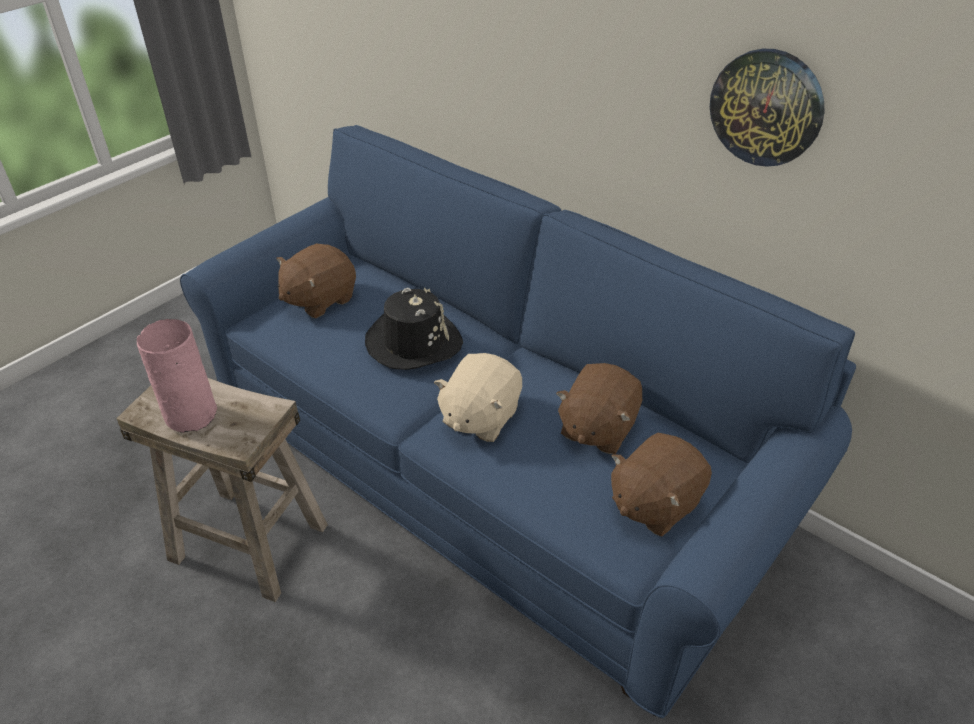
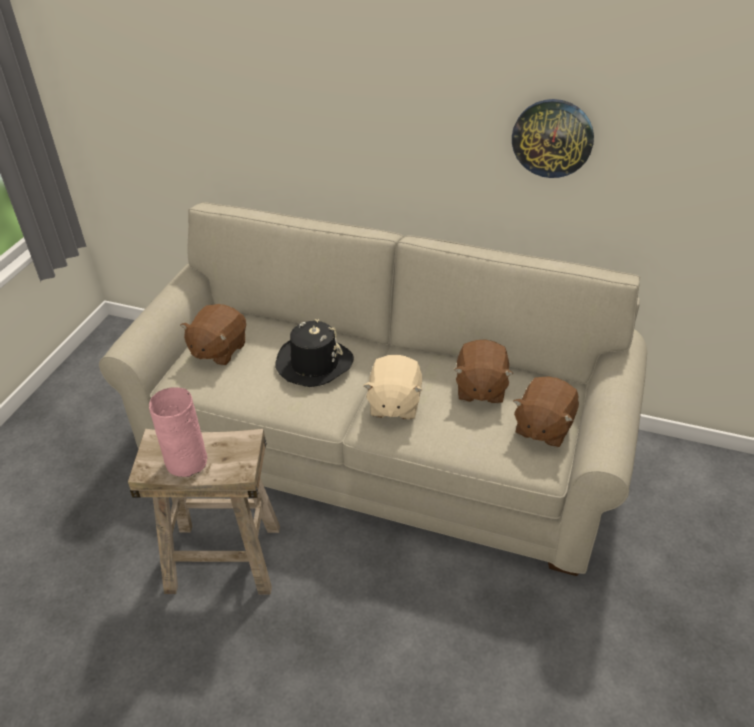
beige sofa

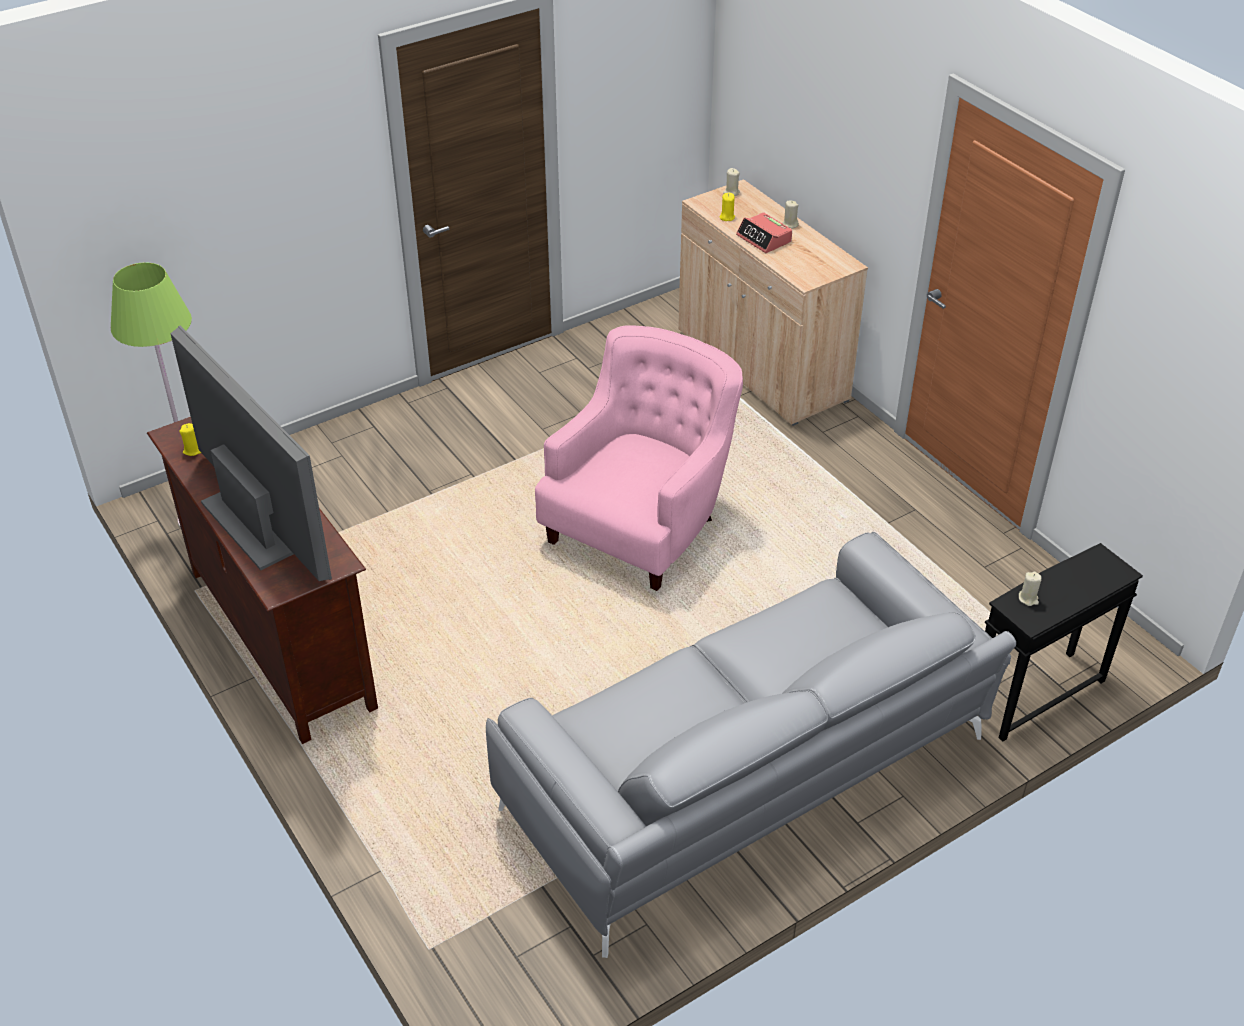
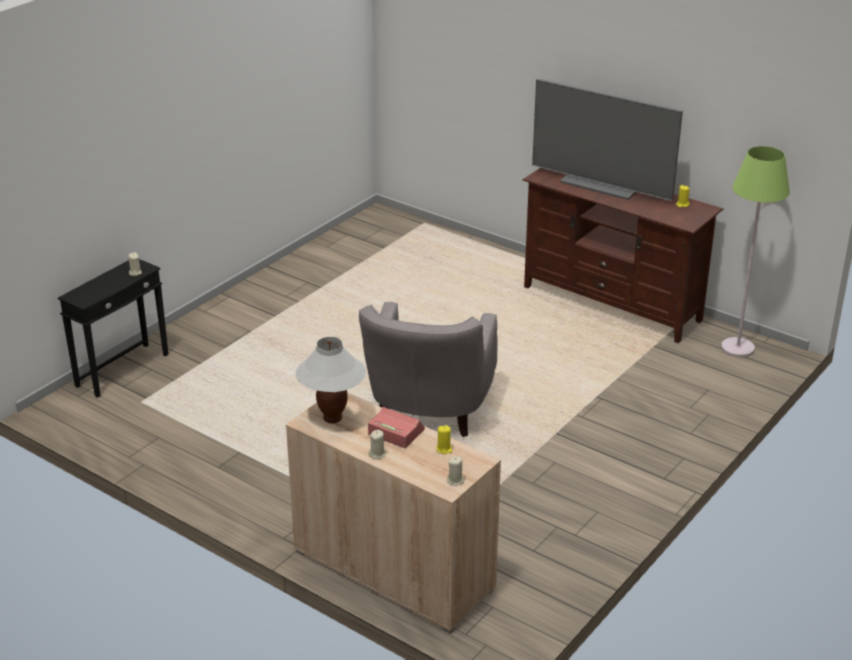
grey armchair
grey sofa
white table lamp

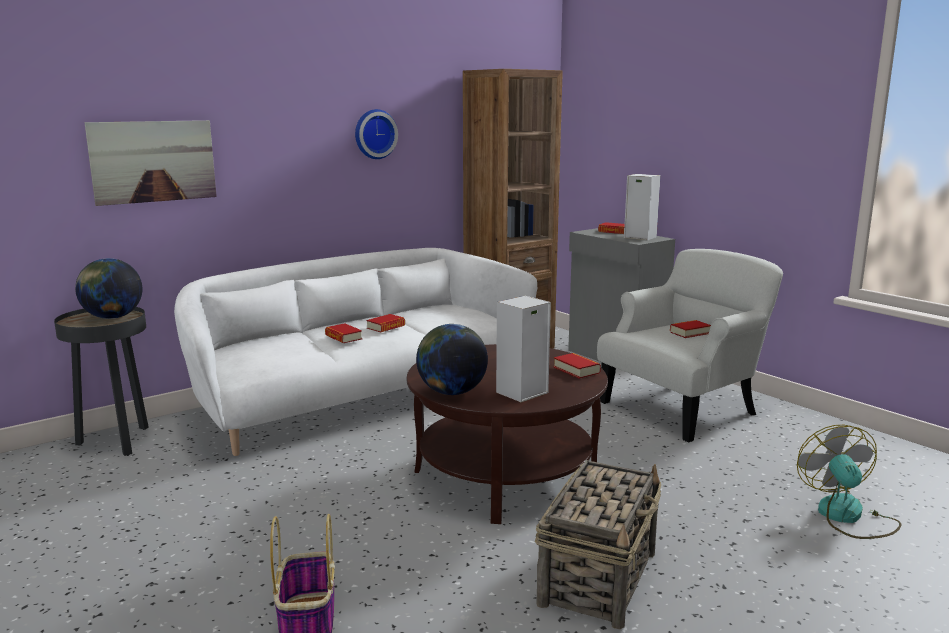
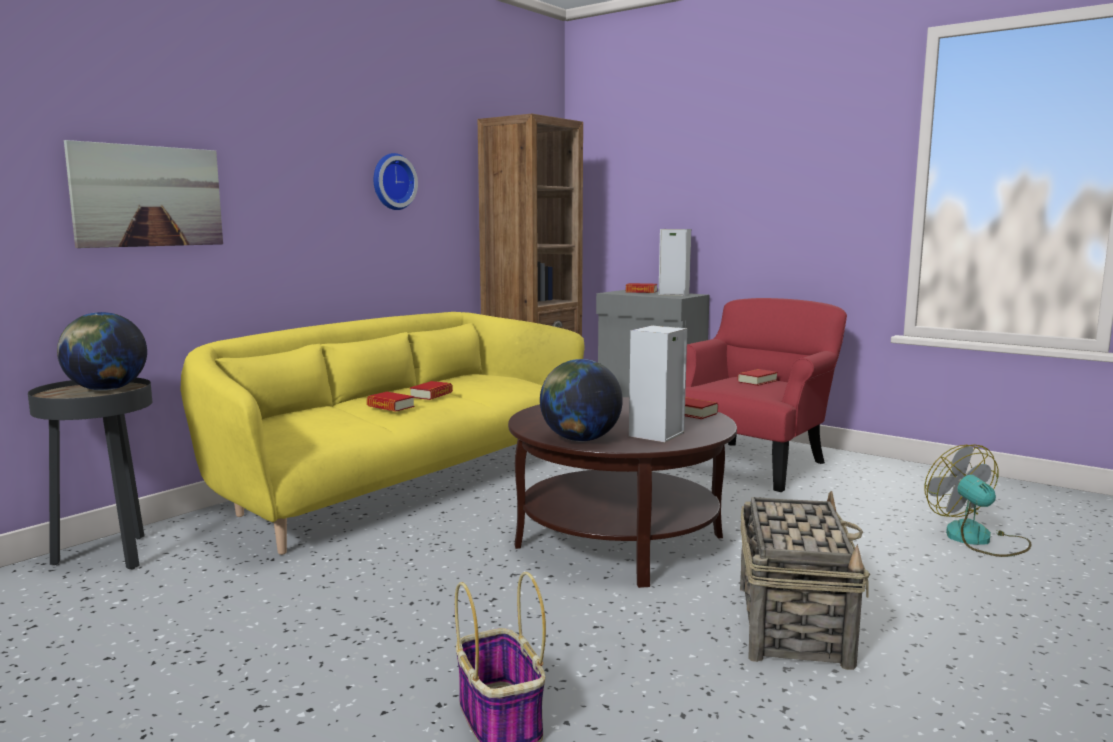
yellow sofa
red armchair

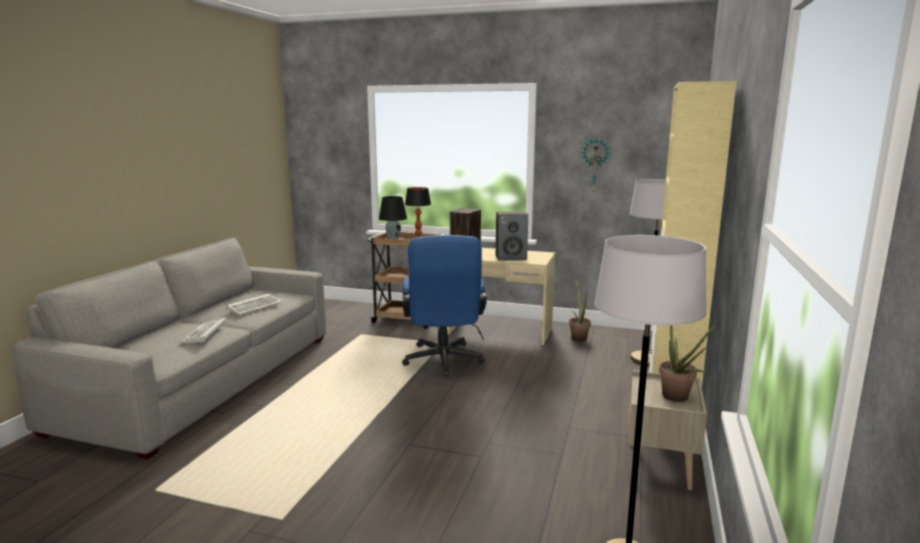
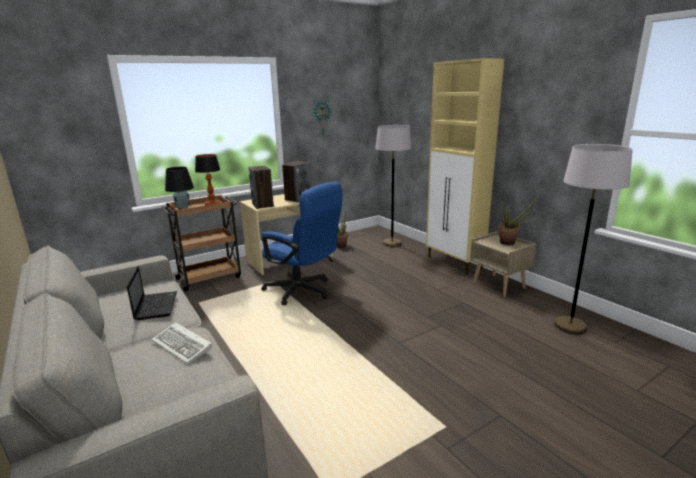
laptop

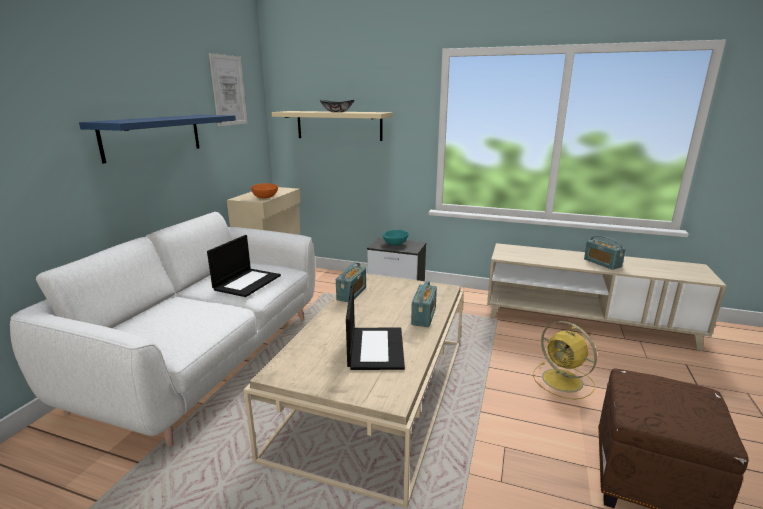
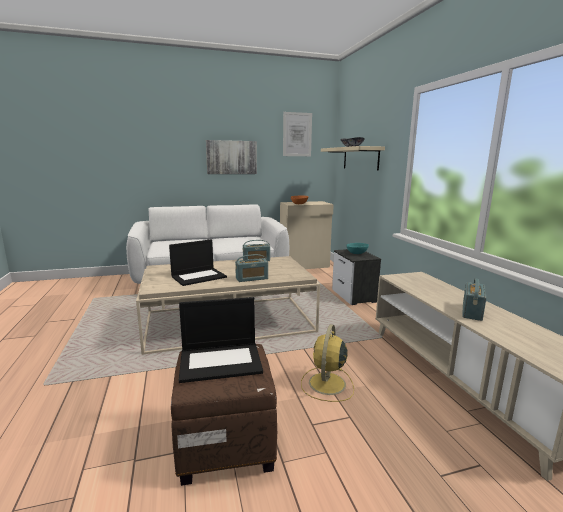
picture (no. 1 from left)
laptop (no. 2 from left)

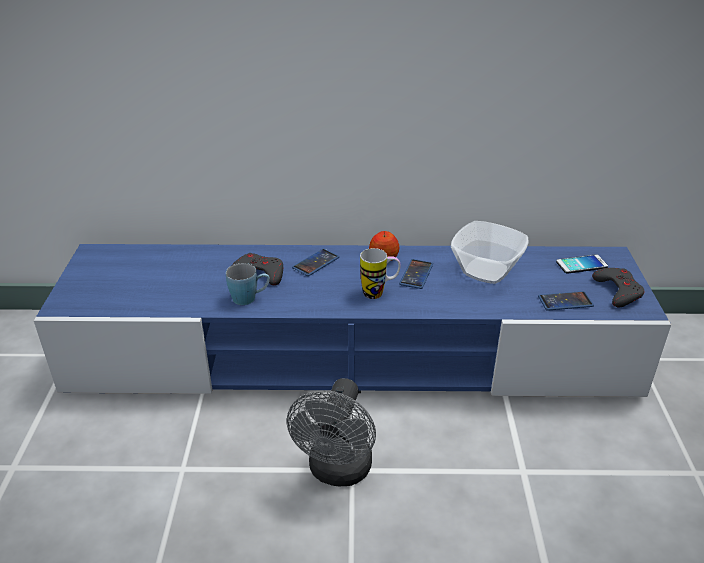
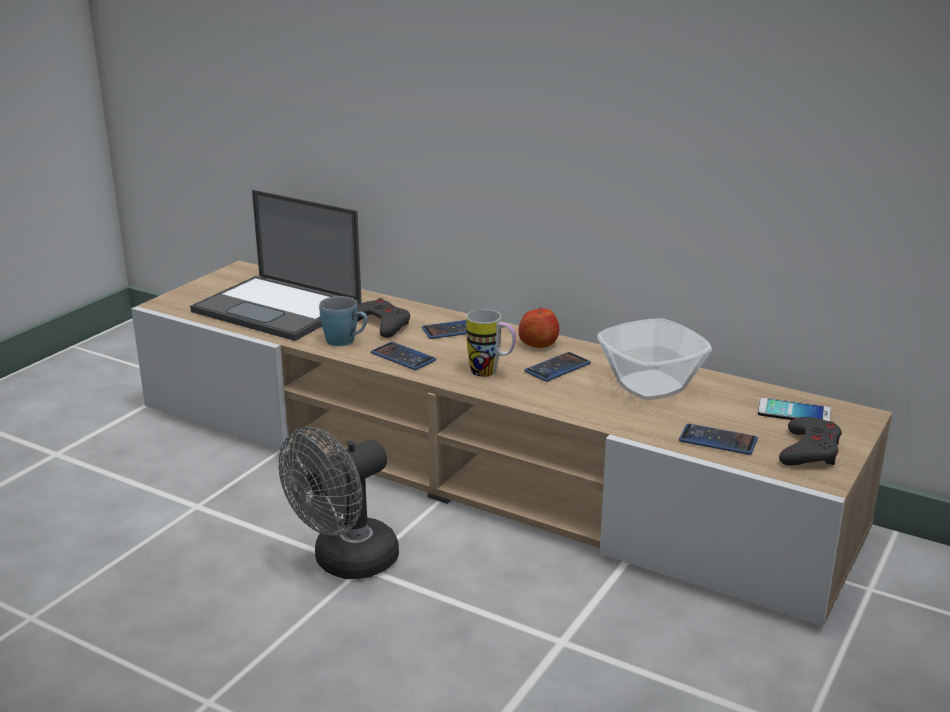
beige tv stand
laptop
phone (no. 1 from left)

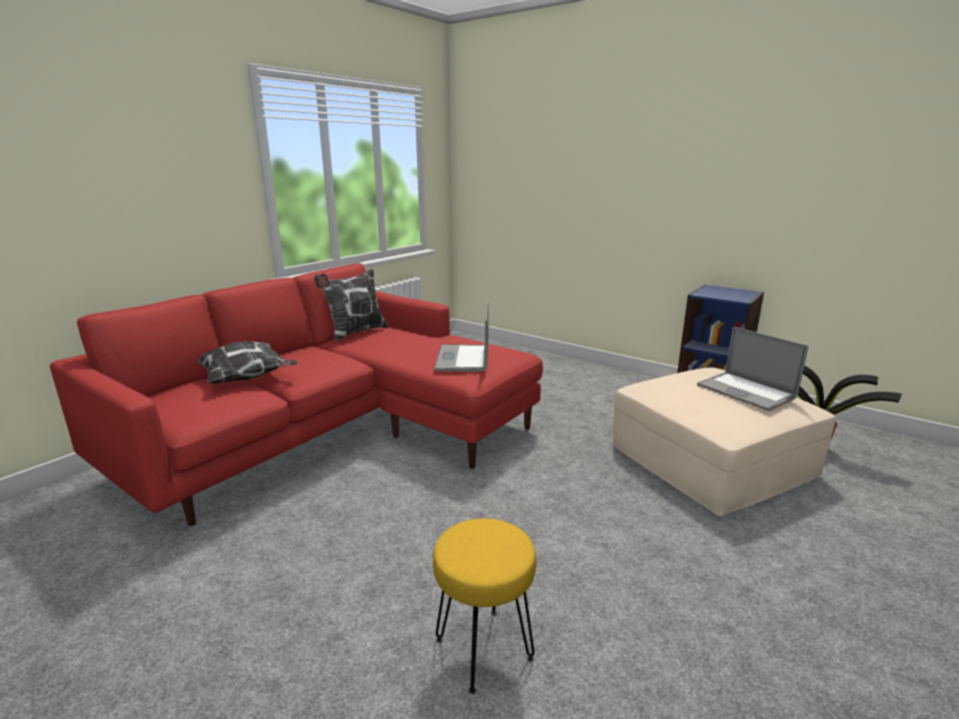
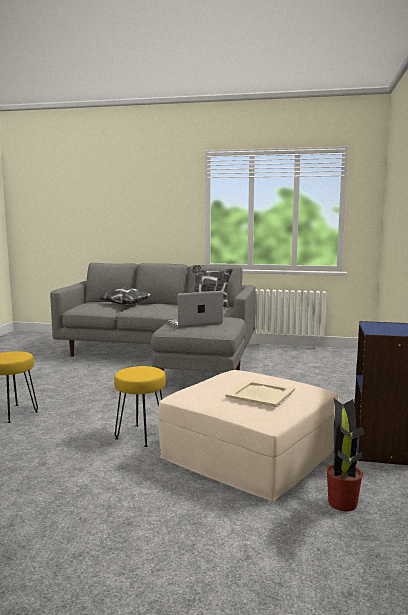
grey sofa
beige tray
yellow stool (no. 2 from left)

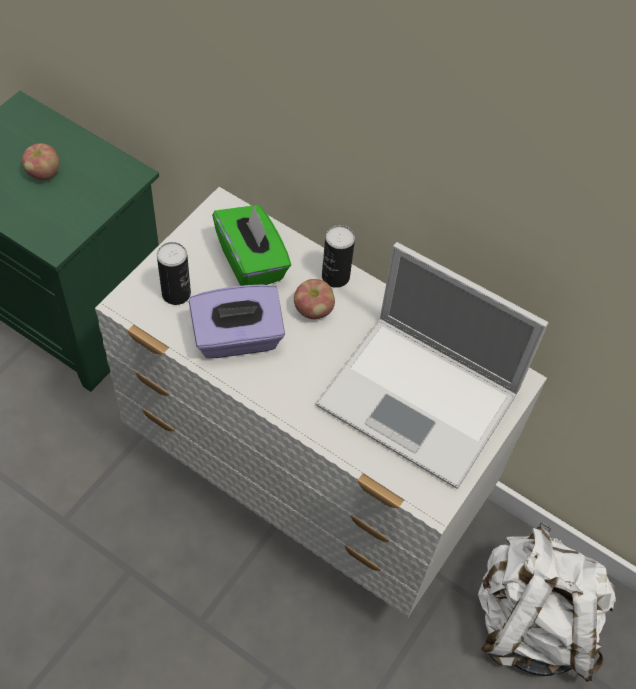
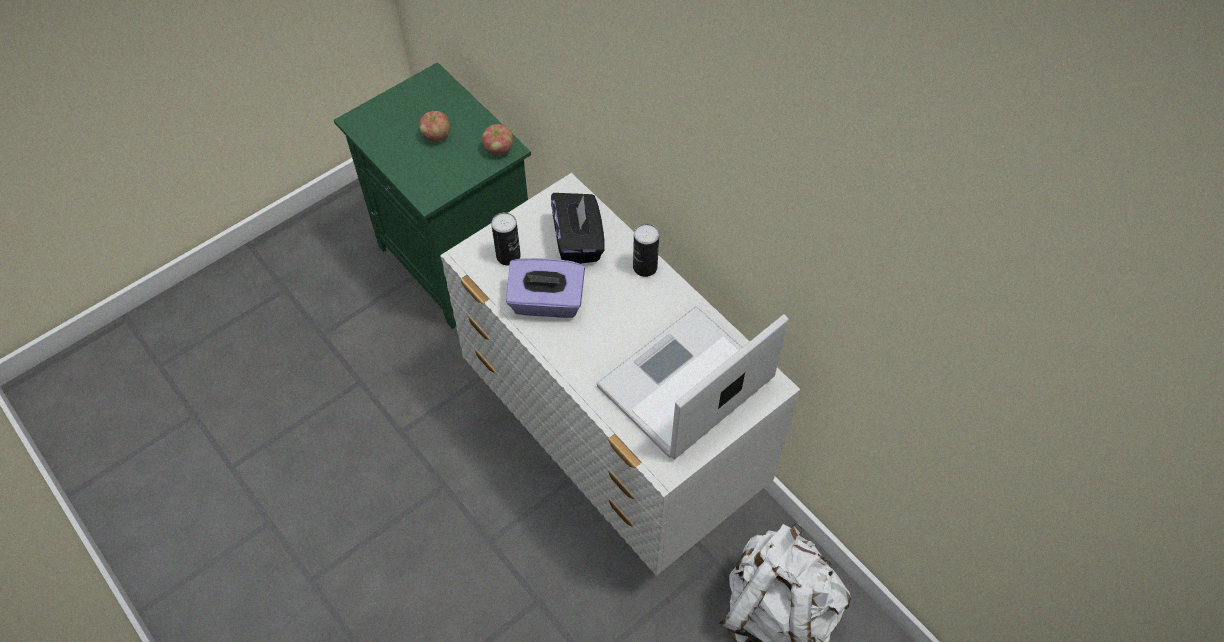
black tissue box
laptop
apple (no. 2 from left)

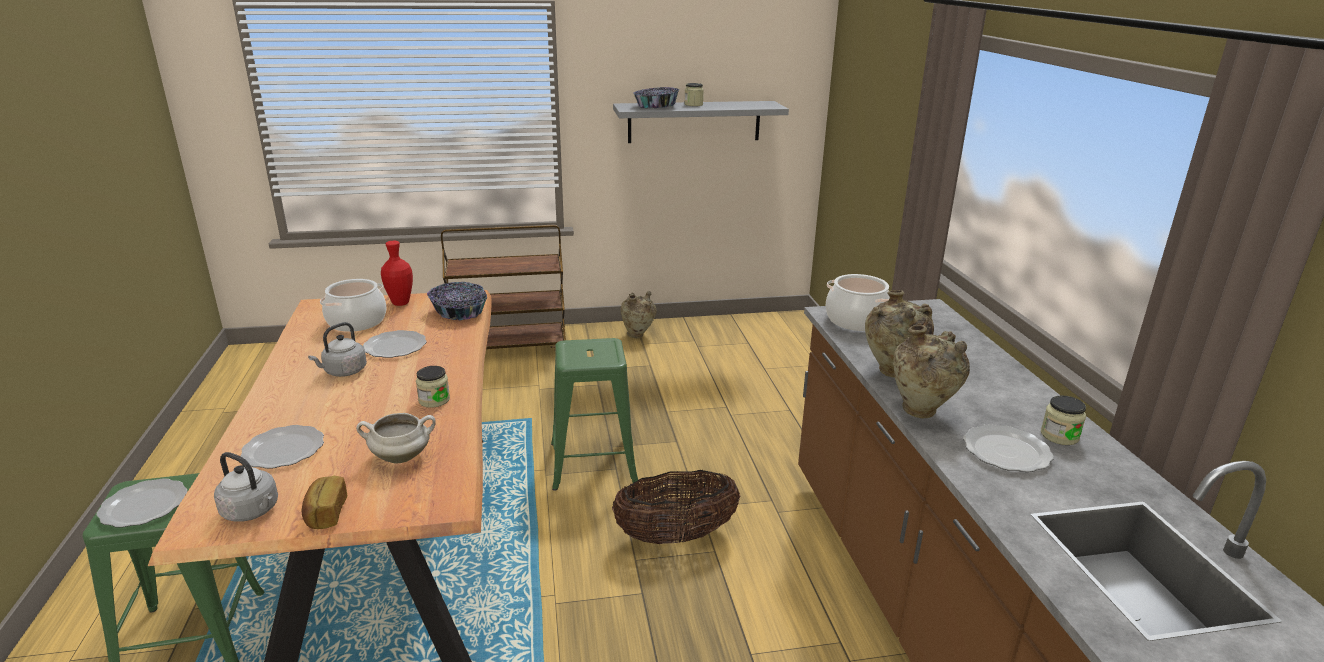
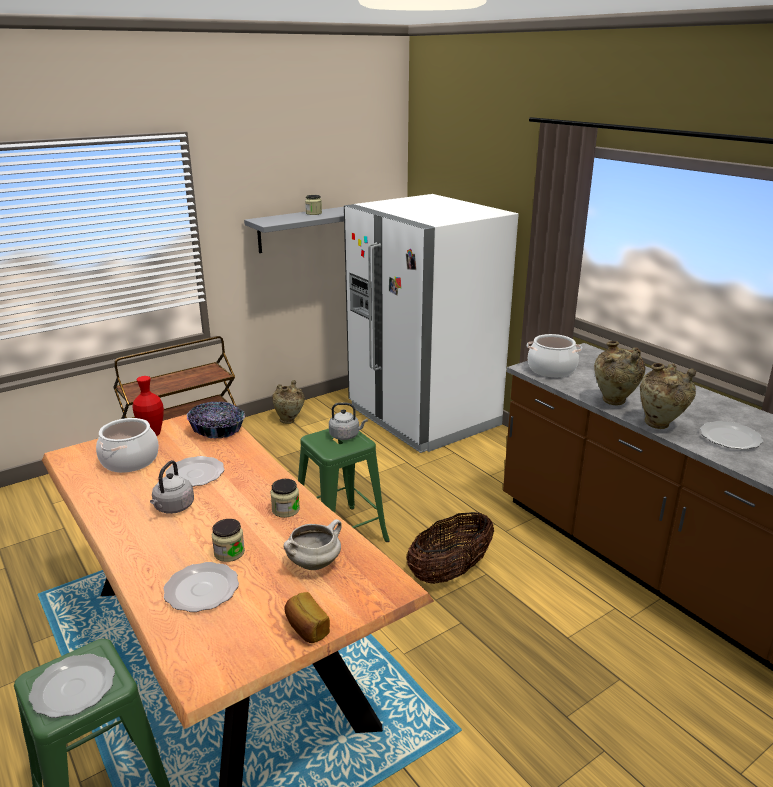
bowl (no. 2 from left in the first image)
jar (no. 1 from left)
grey kettle (no. 2 from left)
white fridge

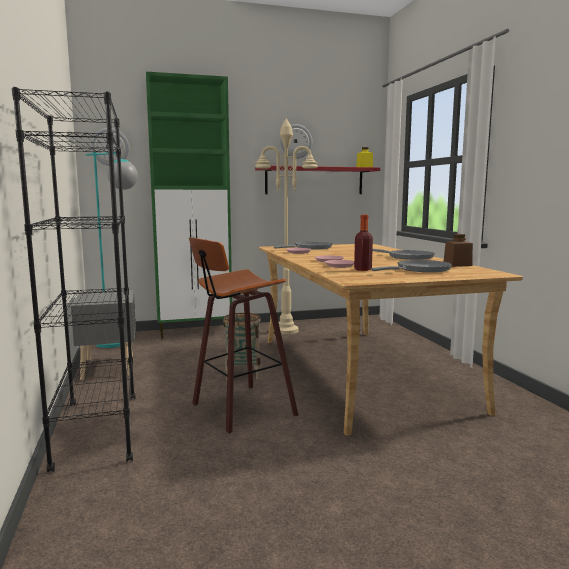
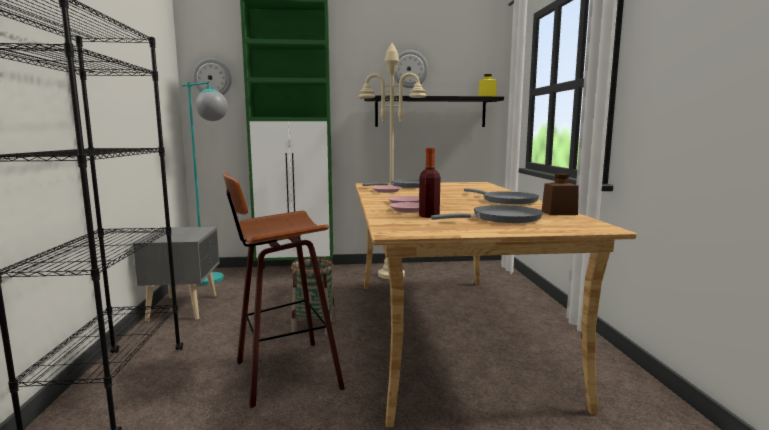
black shelf

